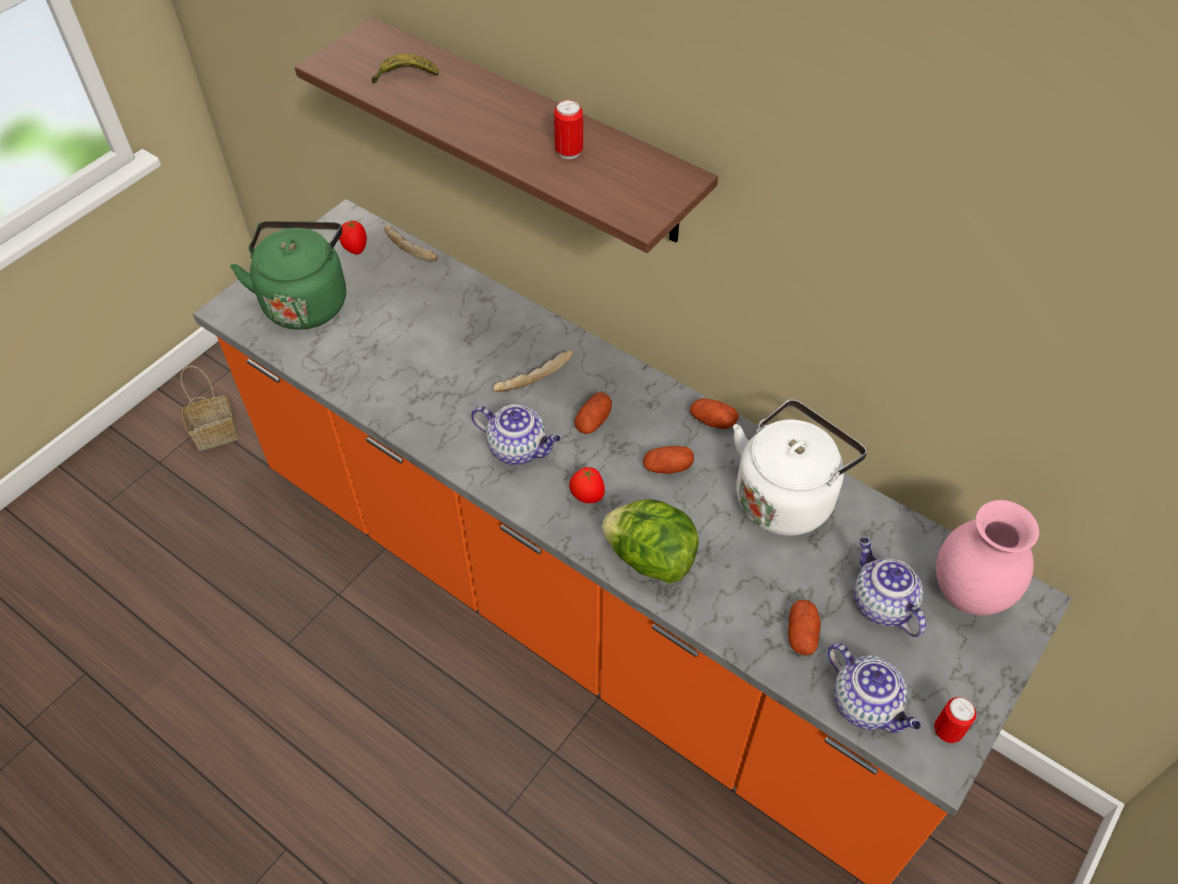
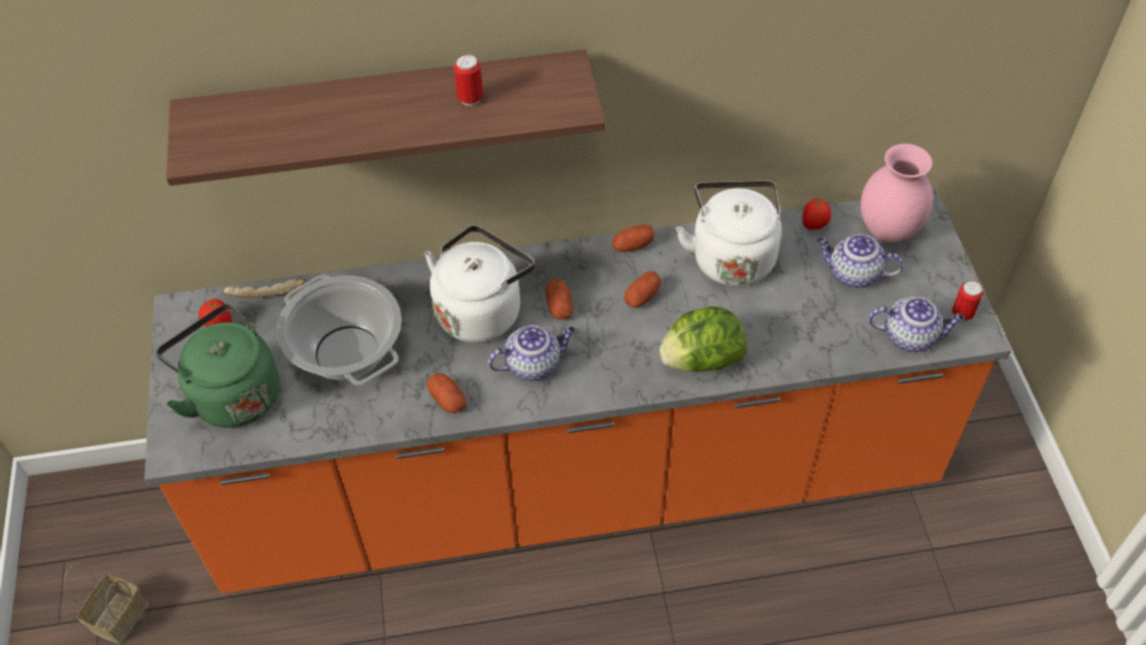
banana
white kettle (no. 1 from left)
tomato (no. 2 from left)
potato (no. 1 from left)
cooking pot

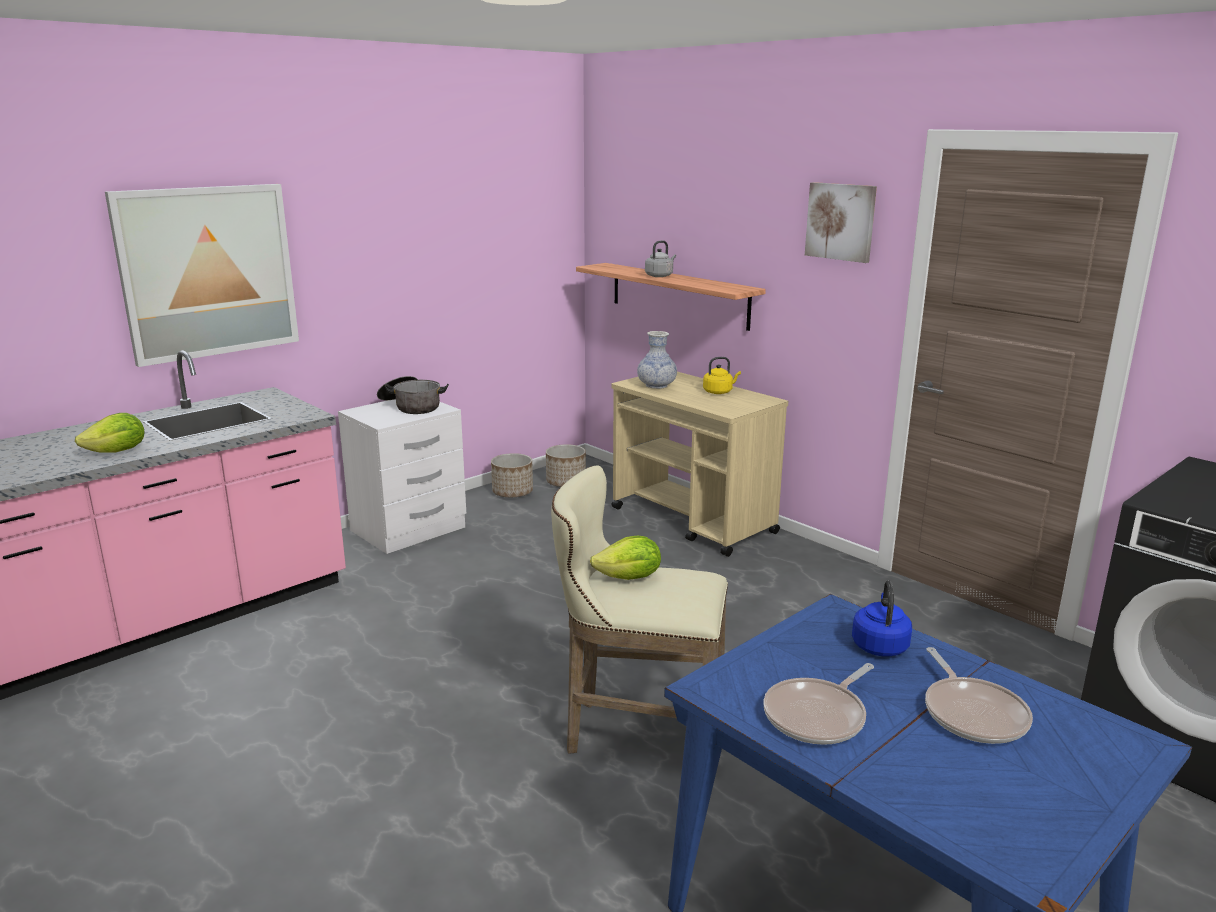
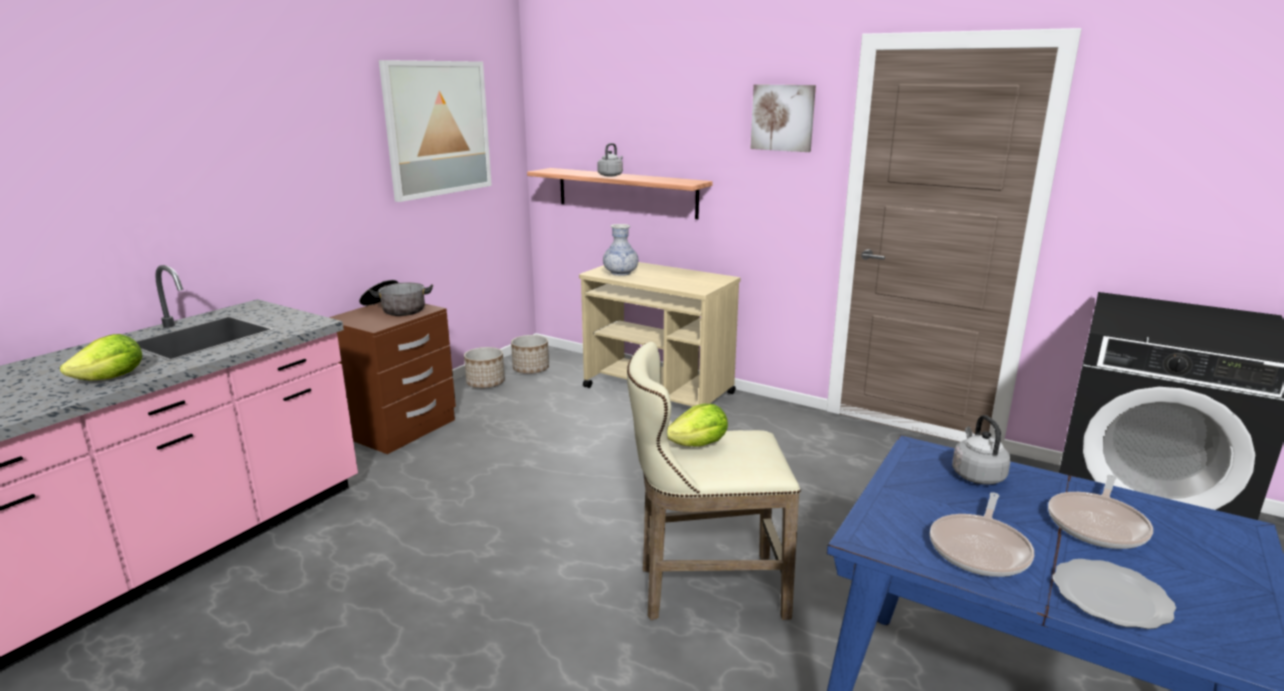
picture (no. 1 from left)
yellow kettle
brown nightstand
grey kettle (no. 2 from left)
frying pan (no. 2 from left)
plate

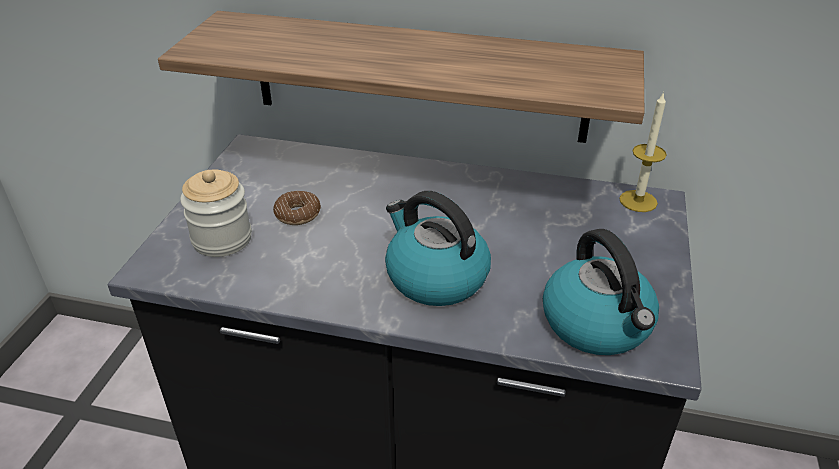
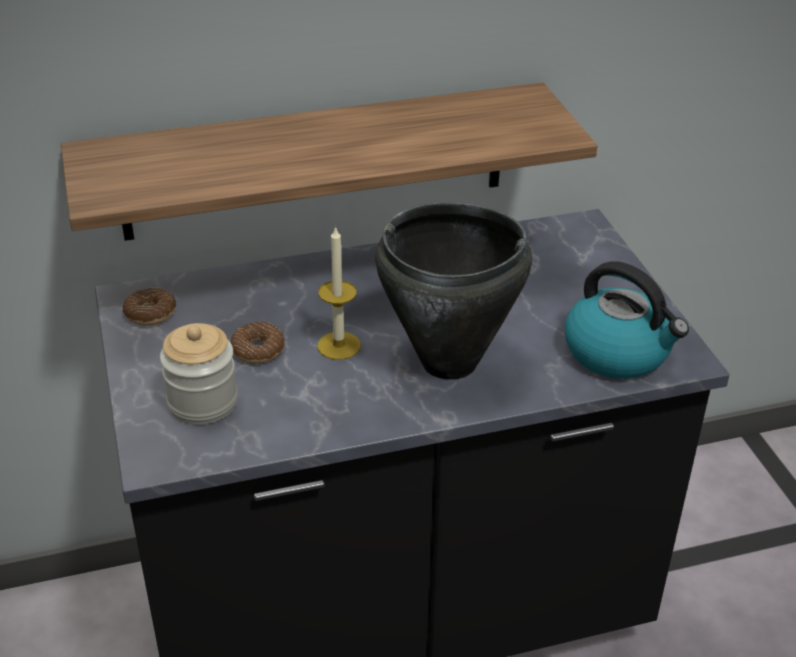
candle
black cooking pot
donut (no. 1 from left)

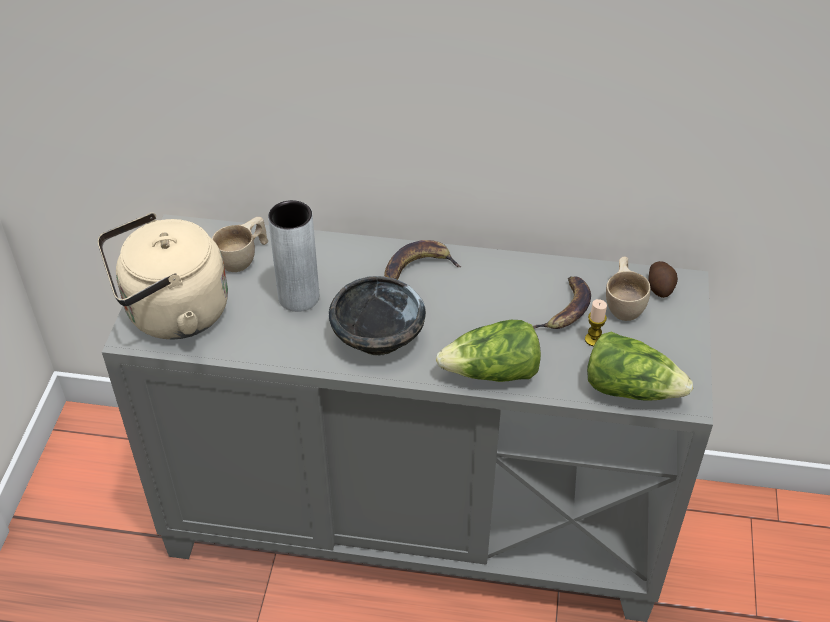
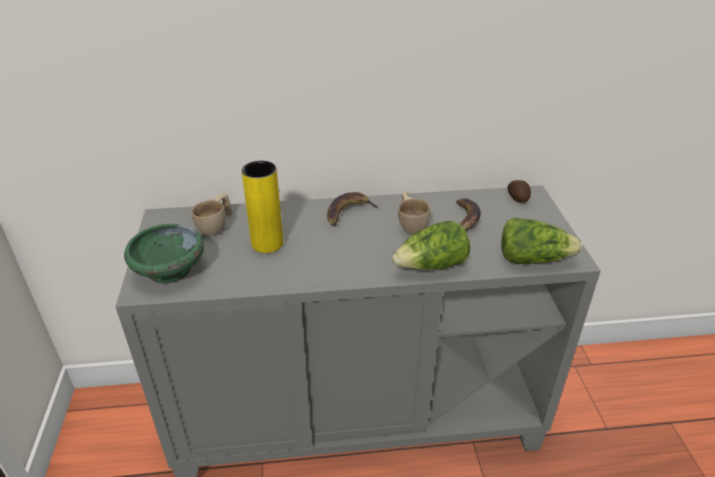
yellow vase
green bowl
beige cup (no. 2 from left)
black bowl
candle

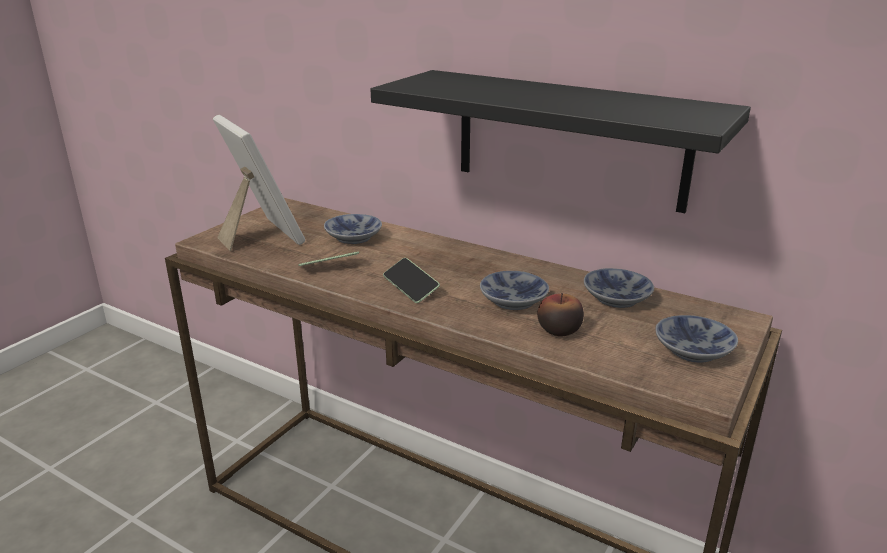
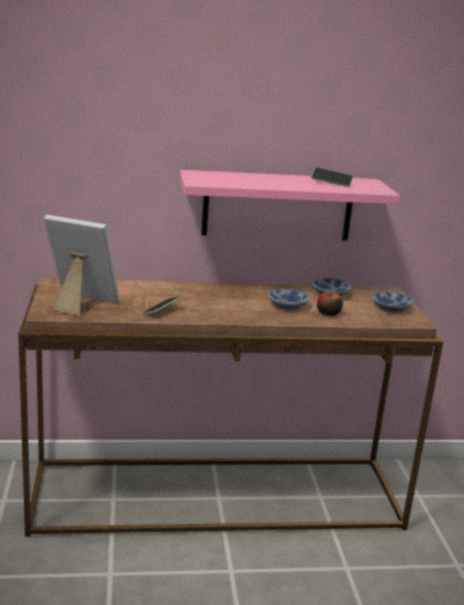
pink shelf
bowl (no. 1 from left in the first image)
phone (no. 2 from left)

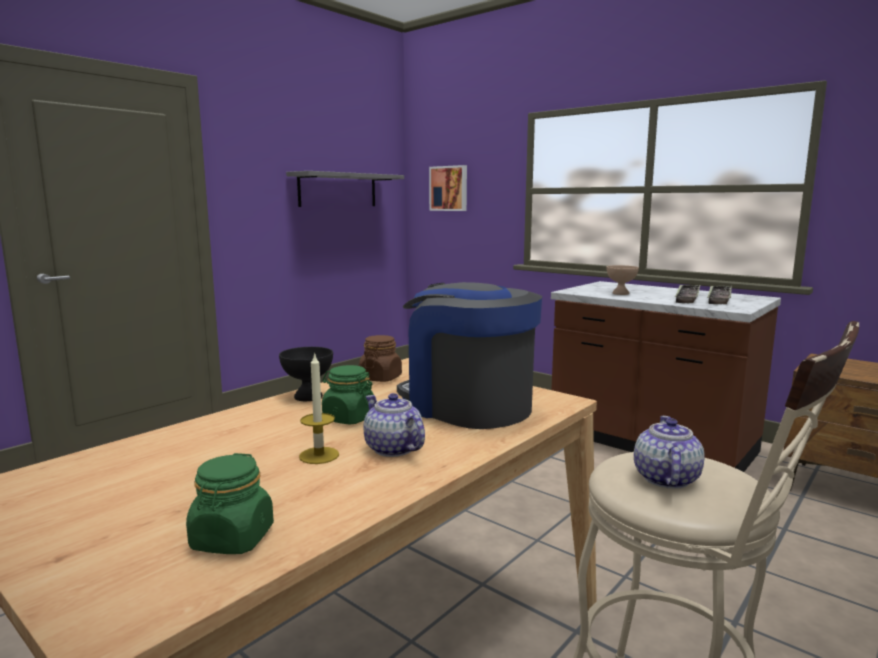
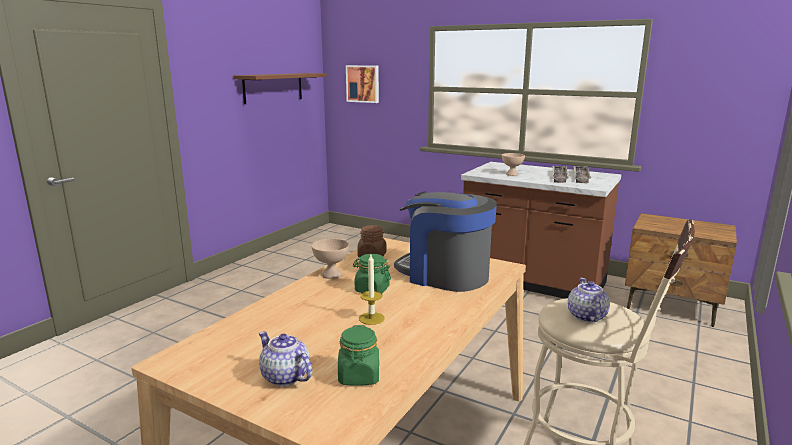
brown shelf
beige bowl (no. 1 from left)
teapot (no. 1 from left)

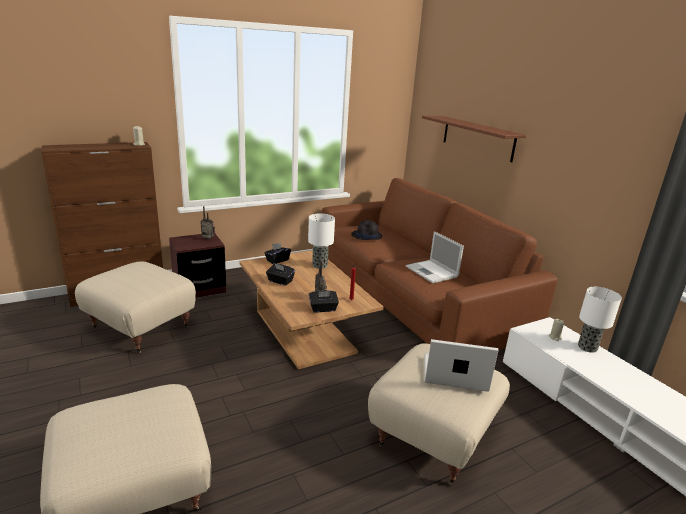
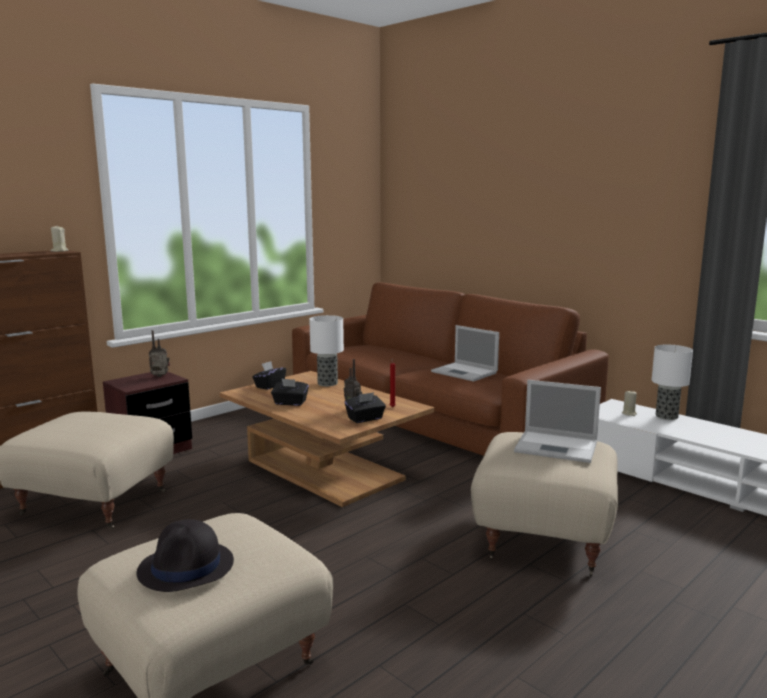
brown shelf
black hat
laptop (no. 2 from left)

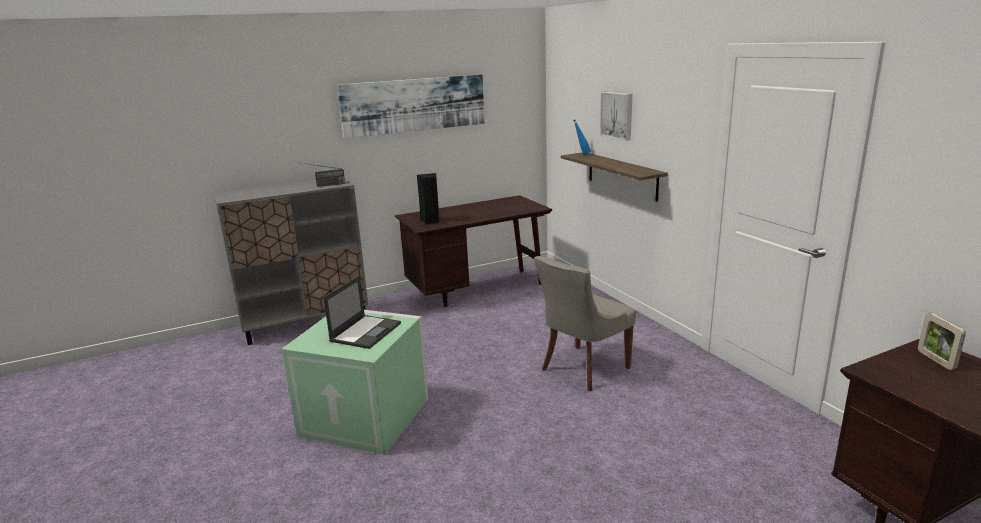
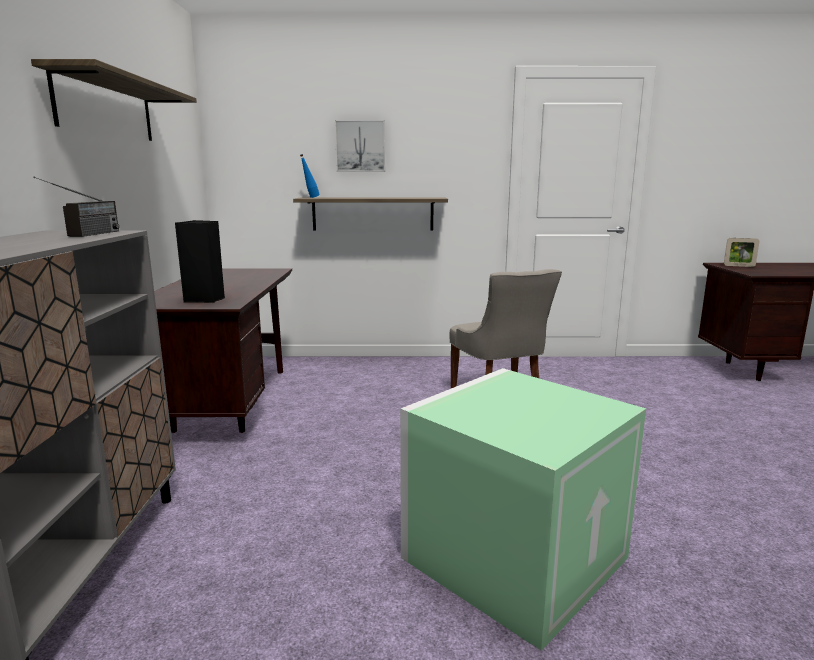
shelf (no. 1 from left)
laptop

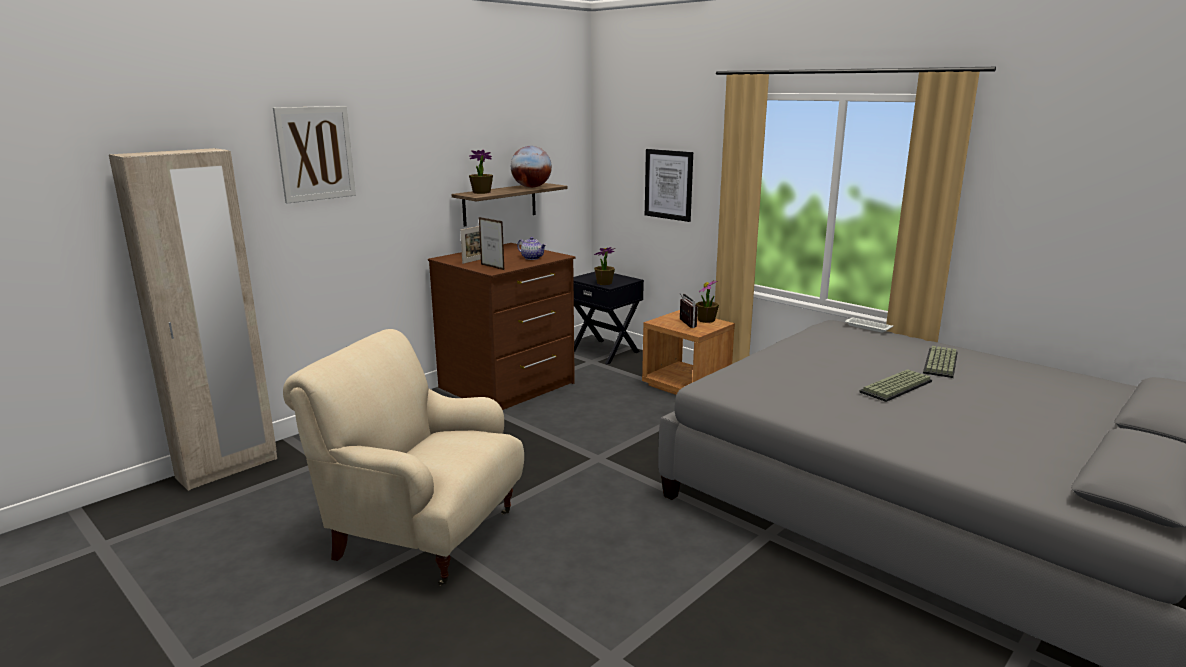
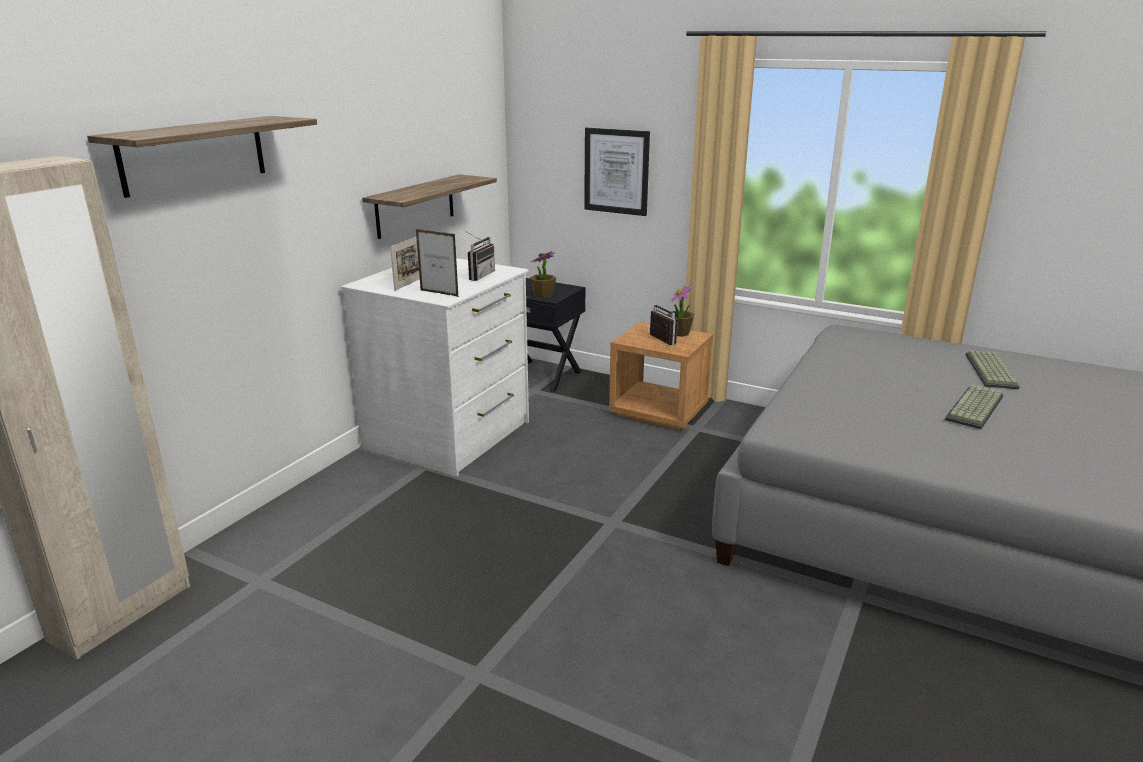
shelf (no. 1 from left)
globe
potted plant (no. 1 from left in the first image)
radio (no. 1 from left)
white dresser
white tray
beige armchair

